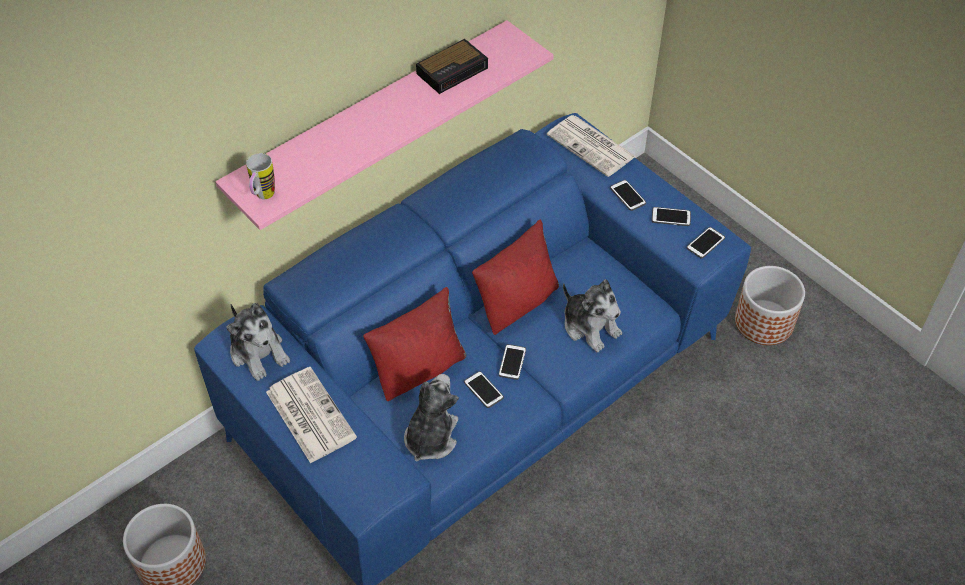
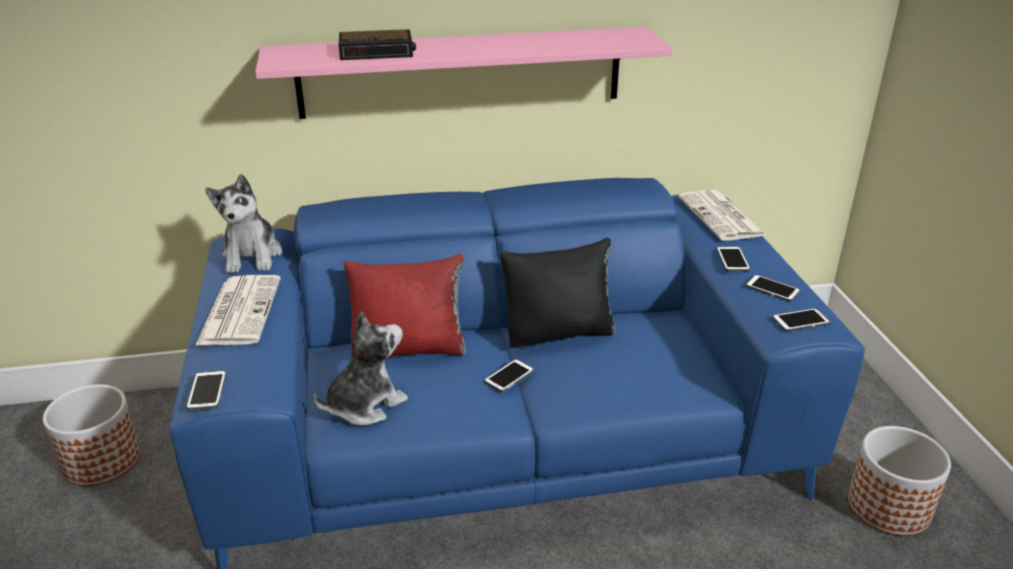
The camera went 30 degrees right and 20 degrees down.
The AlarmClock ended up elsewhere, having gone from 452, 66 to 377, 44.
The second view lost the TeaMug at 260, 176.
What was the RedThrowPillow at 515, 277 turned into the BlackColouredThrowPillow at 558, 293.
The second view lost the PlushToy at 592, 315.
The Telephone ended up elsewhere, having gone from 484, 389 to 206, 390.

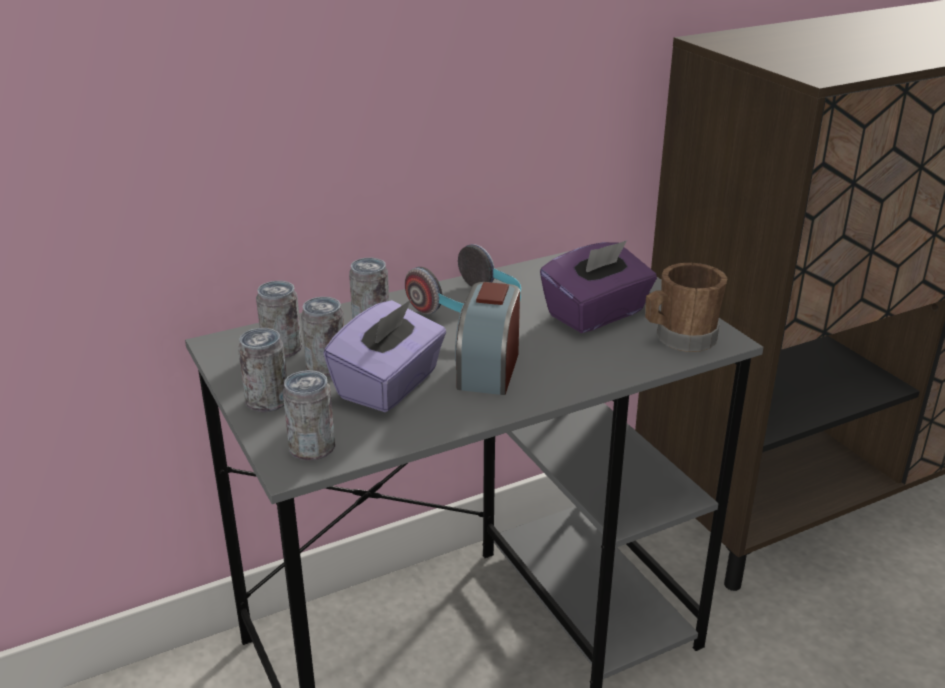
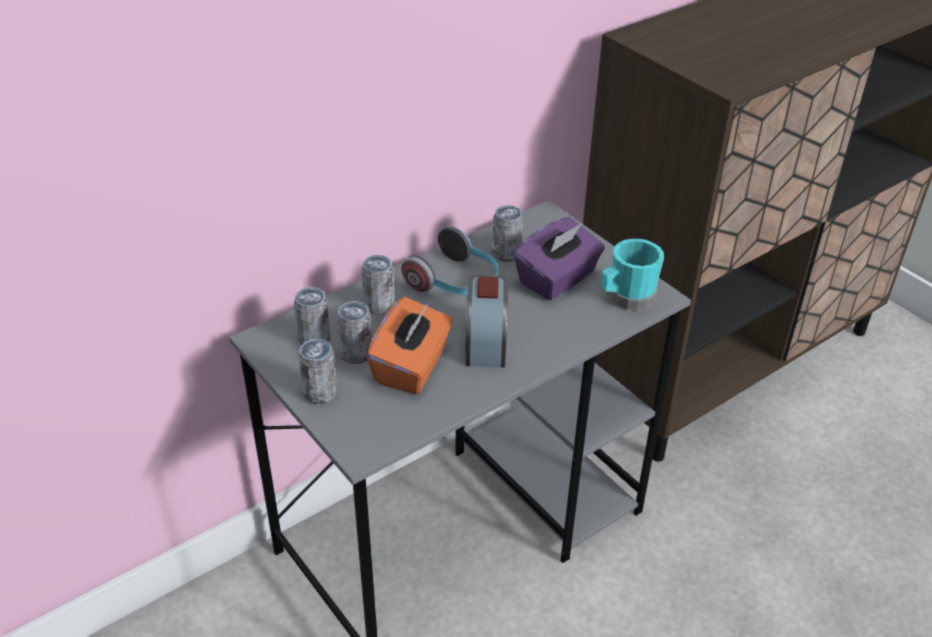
The camera went 10 degrees left and 10 degrees up.
What was the BrownColouredTeaMug at 686, 307 turned into the BlueGreenTeaMug at 632, 275.
What was the PurplishTissueHolder at 384, 355 turned into the OrangeColouredTissueHolder at 409, 345.
The Can ended up elsewhere, having gone from 309, 415 to 507, 233.

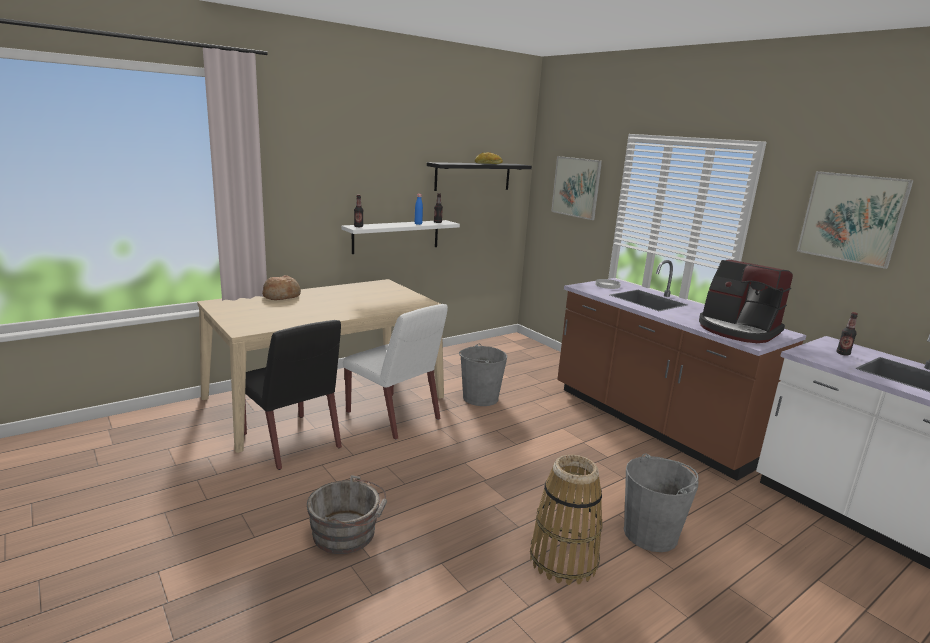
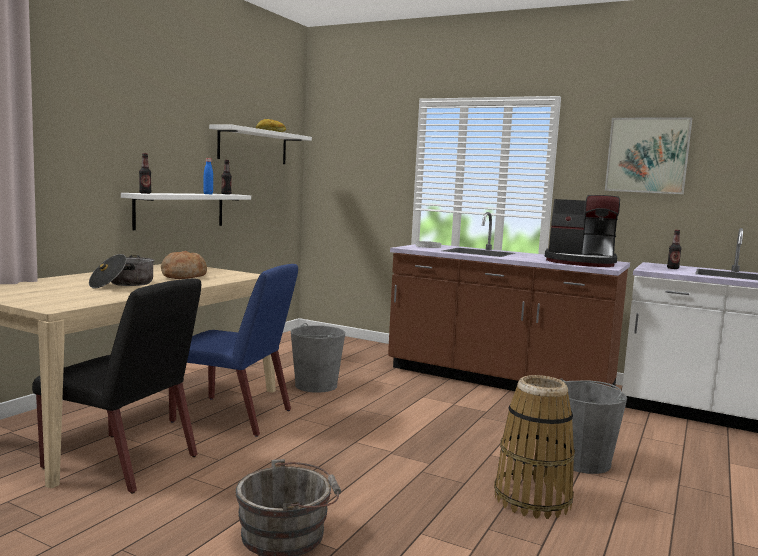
The camera went 25 degrees left and 10 degrees down.
The second view lost the WallPicture at 576, 188.
What was the BlackColouredBracketShelf at 479, 176 turned into the WhitishBracketShelf at 260, 144.
The BakedBread ended up elsewhere, having gone from 281, 287 to 184, 265.
What was the WhitishChair at 395, 372 turned into the BlueChair at 233, 350.
The second view gained the CookingPot at 122, 271.

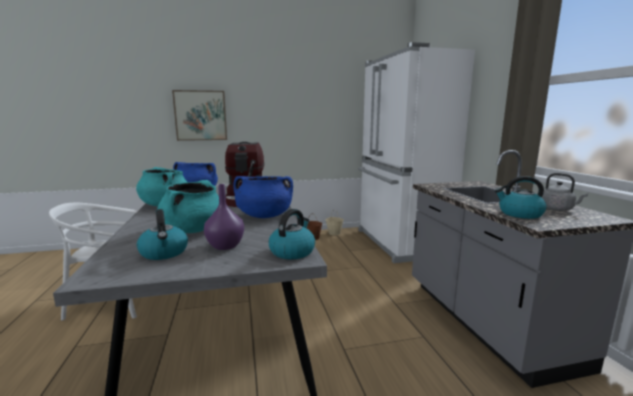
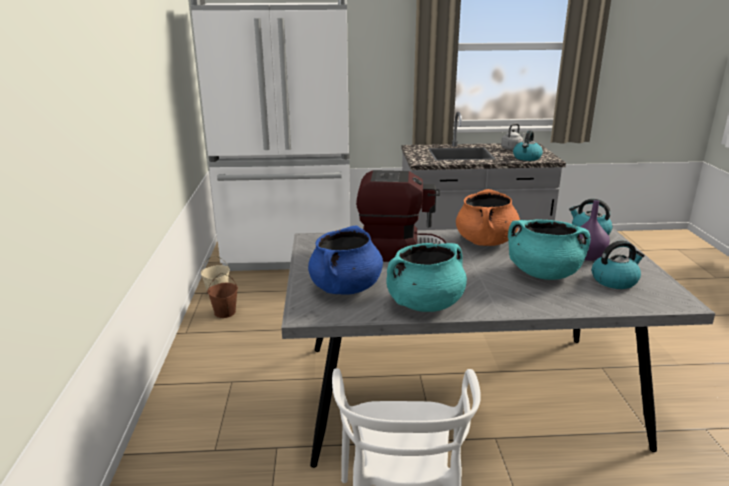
The camera went 80 degrees left and 10 degrees up.
The second view lost the WallPicture at 199, 115.
What was the BlueCookingPot at 263, 197 turned into the OrangeColouredCookingPot at 488, 217.

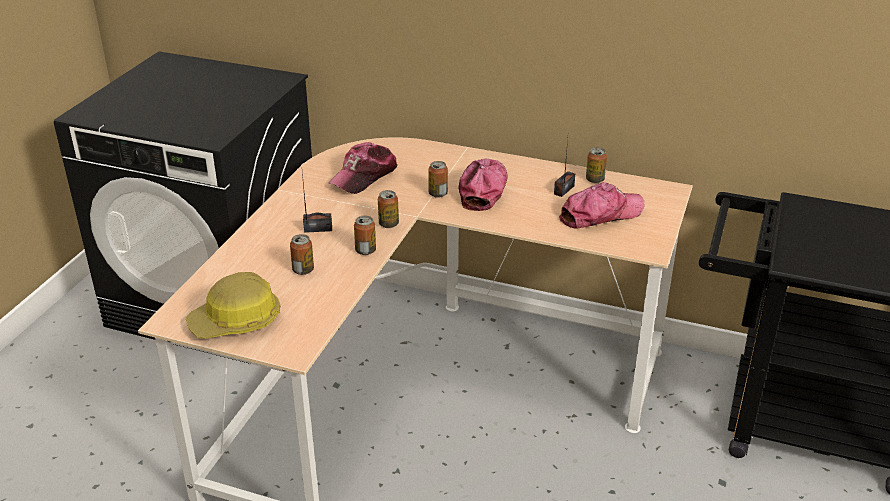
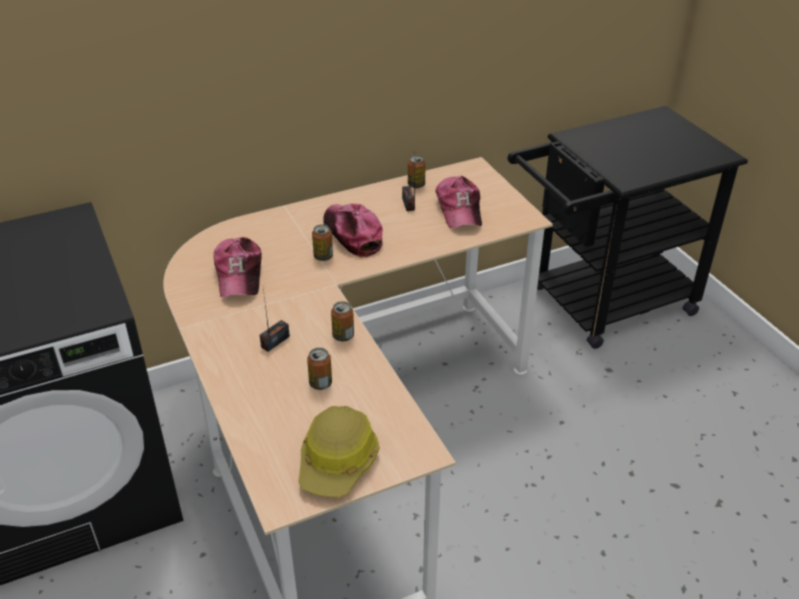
The camera went 45 degrees left and 5 degrees up.
The PeakedCap at 602, 205 ended up facing another way, 150 degrees clockwise from before.
The second view lost the Can at 388, 209.

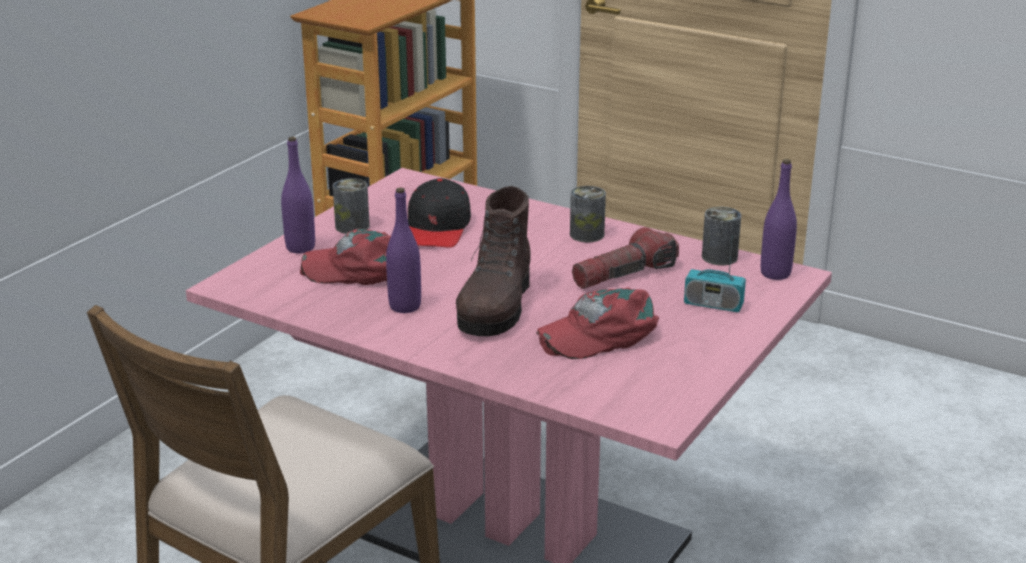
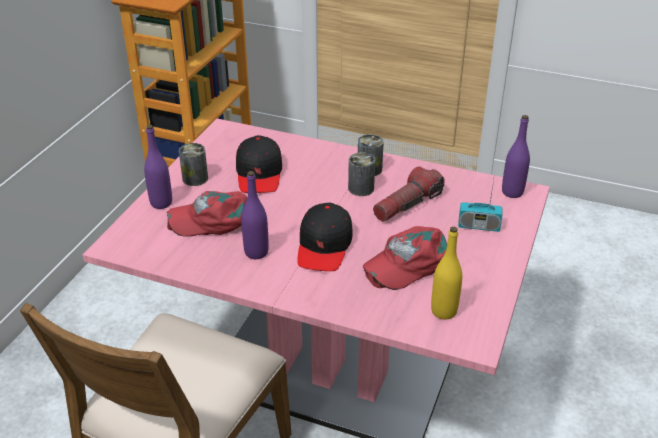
The camera went 10 degrees left and 10 degrees up.
Where the BrownColouredHighTopBoot stood at 493, 261, the BlackColouredPeakedCap came to stand at 325, 236.
The Can ended up elsewhere, having gone from 721, 236 to 361, 174.
The second view gained the YellowColouredBeverageBottle at 446, 273.

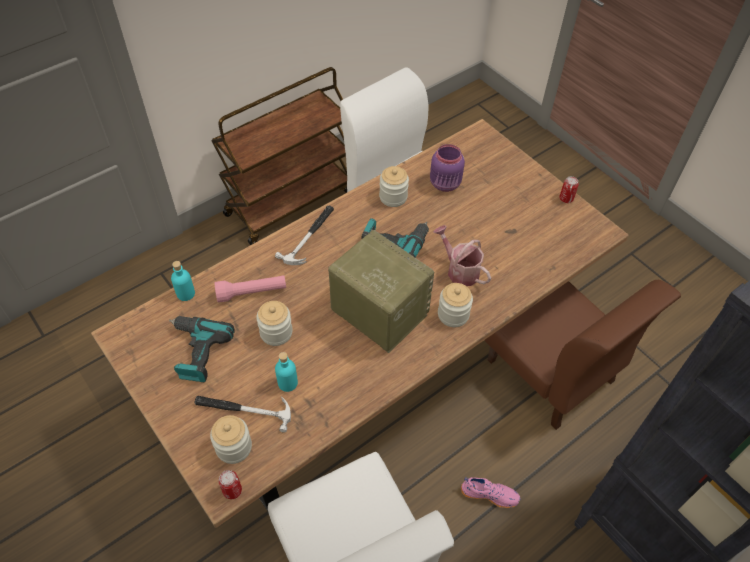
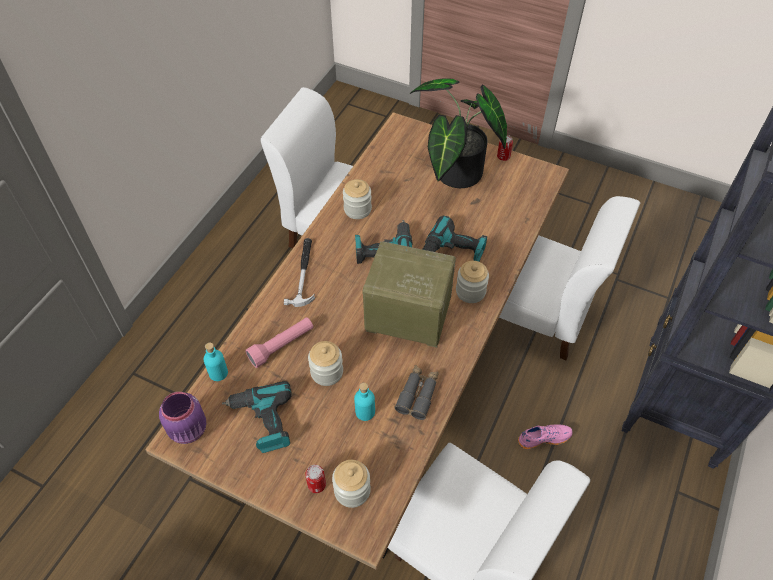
The camera went 25 degrees left and 0 degrees up.
The second view lost the BrownColouredTrolley at 279, 156.
The PurplishPreserveJar ended up elsewhere, having gone from 447, 168 to 182, 418.
Where the WateringPot stood at 462, 255, the ElectricDrill came to stand at 454, 238.
What was the BrownColouredChair at 582, 355 turned into the WhitishChair at 569, 278.
The second view lost the Hammer at 243, 414.
The Can ended up elsewhere, having gone from 230, 484 to 315, 479.
The second view gained the Houseplant at 458, 133.
The second view gained the GrayBinoculars at 417, 392.

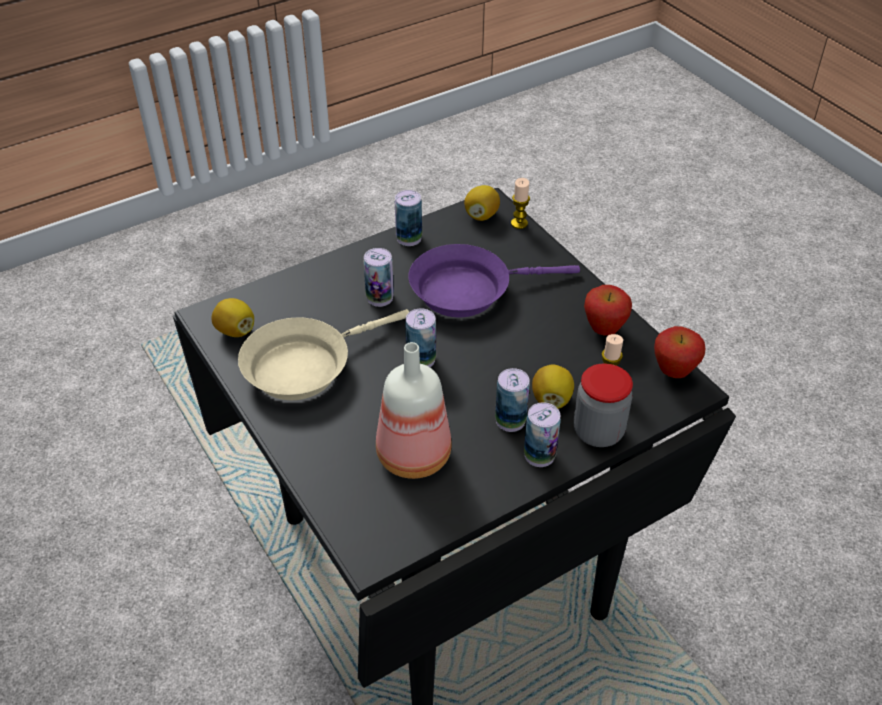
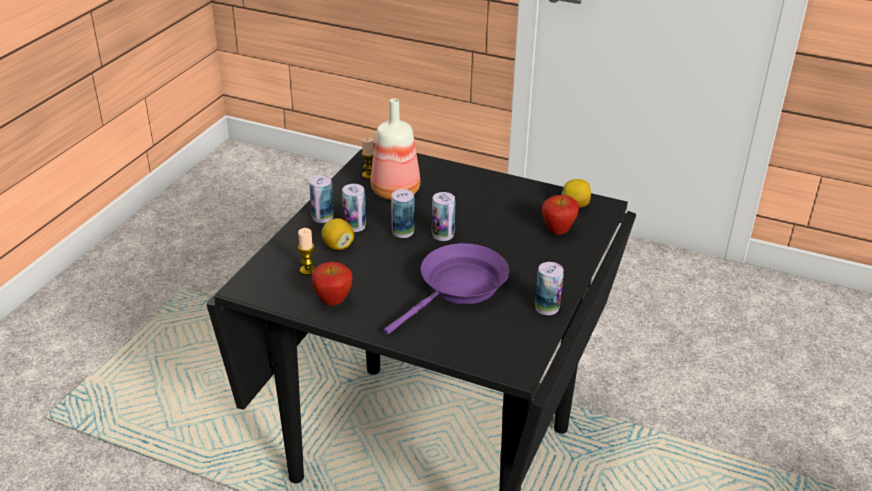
The camera went 145 degrees right and 10 degrees down.
The Candle ended up elsewhere, having gone from 520, 203 to 367, 158.
The second view lost the CitrusFruit at 482, 203.
The Can ended up elsewhere, having gone from 378, 277 to 403, 213.
The second view lost the SandColouredSkillet at 323, 354.
The AppleFruit ended up elsewhere, having gone from 680, 352 to 560, 215.
The second view lost the PreserveJar at 603, 405.

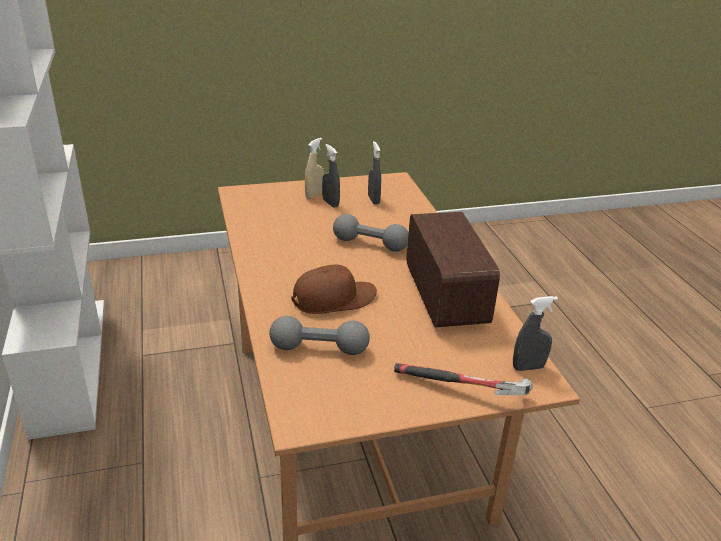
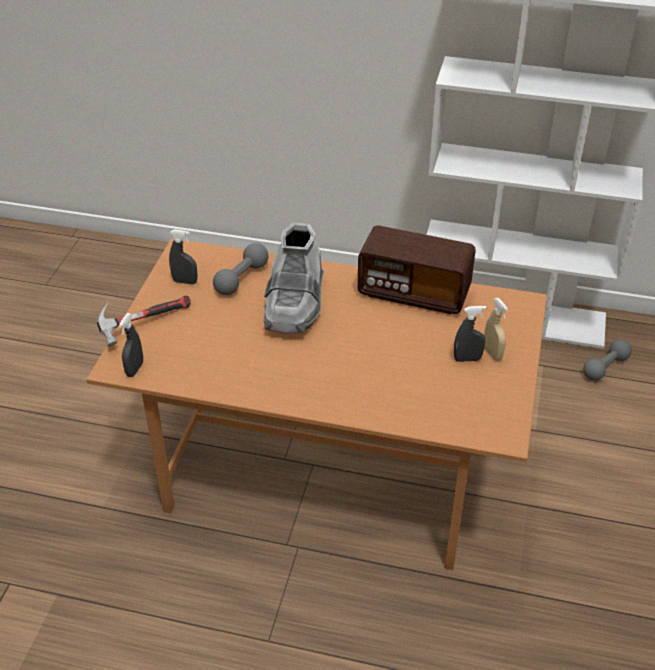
The camera went 120 degrees right and 10 degrees up.
The GraySprayer ended up elsewhere, having gone from 374, 173 to 183, 256.
The Radio ended up elsewhere, having gone from 453, 269 to 416, 270.
The GrayDumbbell ended up elsewhere, having gone from 370, 233 to 607, 360.
Where the BrownColouredPeakedCap stood at 334, 289, the GrayHighTopBoot came to stand at 293, 278.

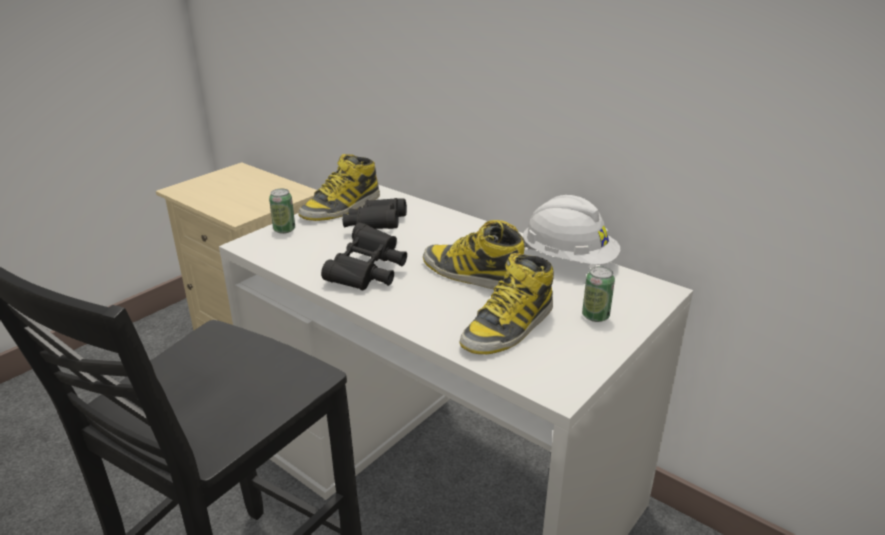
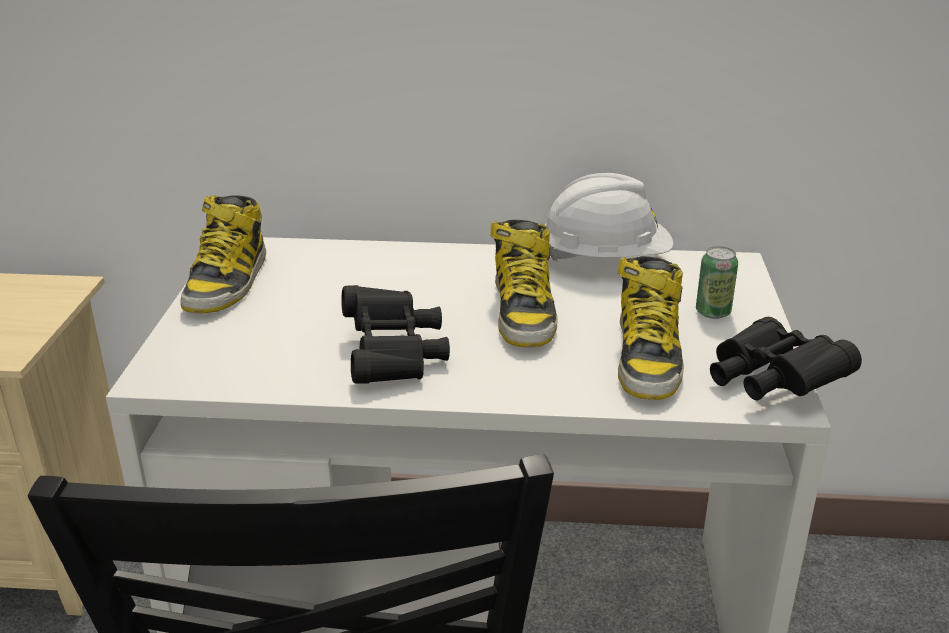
The camera went 35 degrees left and 0 degrees up.
The second view lost the Can at 282, 211.
The BlackColouredBinoculars ended up elsewhere, having gone from 374, 213 to 786, 358.
The HighTopBoot at 474, 255 ended up facing another way, 90 degrees counterclockwise from before.

